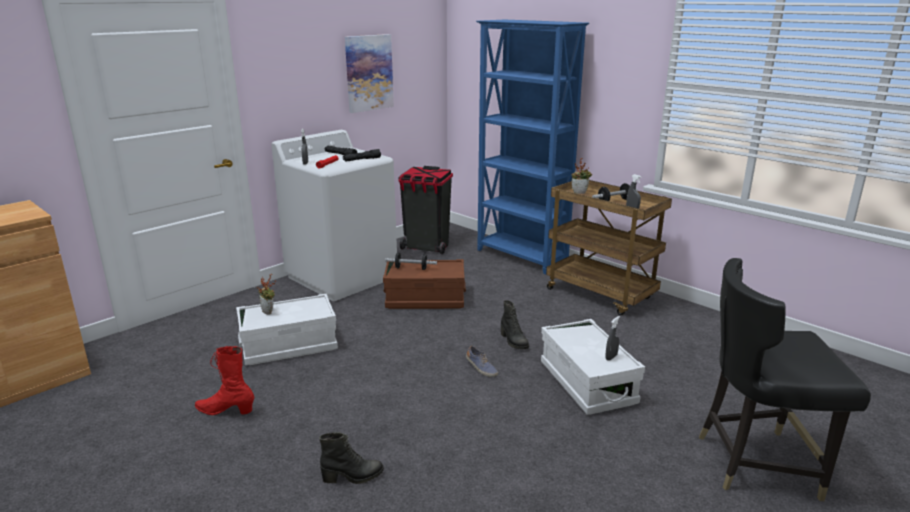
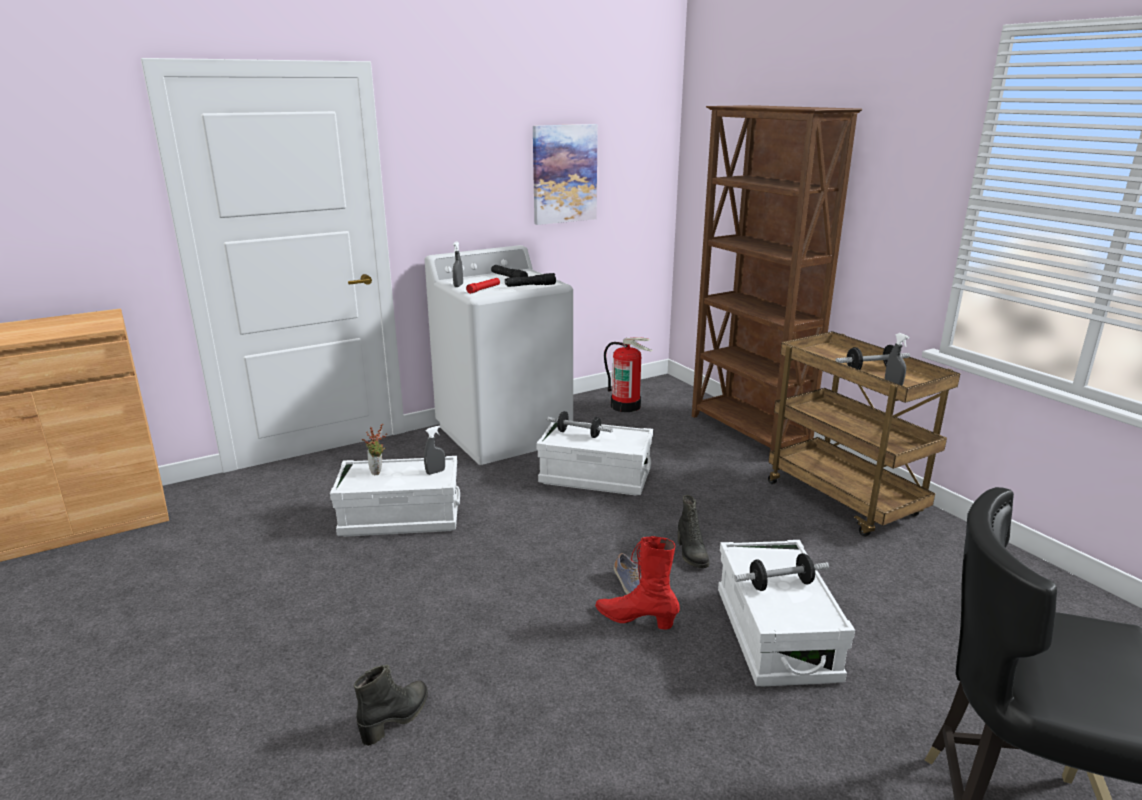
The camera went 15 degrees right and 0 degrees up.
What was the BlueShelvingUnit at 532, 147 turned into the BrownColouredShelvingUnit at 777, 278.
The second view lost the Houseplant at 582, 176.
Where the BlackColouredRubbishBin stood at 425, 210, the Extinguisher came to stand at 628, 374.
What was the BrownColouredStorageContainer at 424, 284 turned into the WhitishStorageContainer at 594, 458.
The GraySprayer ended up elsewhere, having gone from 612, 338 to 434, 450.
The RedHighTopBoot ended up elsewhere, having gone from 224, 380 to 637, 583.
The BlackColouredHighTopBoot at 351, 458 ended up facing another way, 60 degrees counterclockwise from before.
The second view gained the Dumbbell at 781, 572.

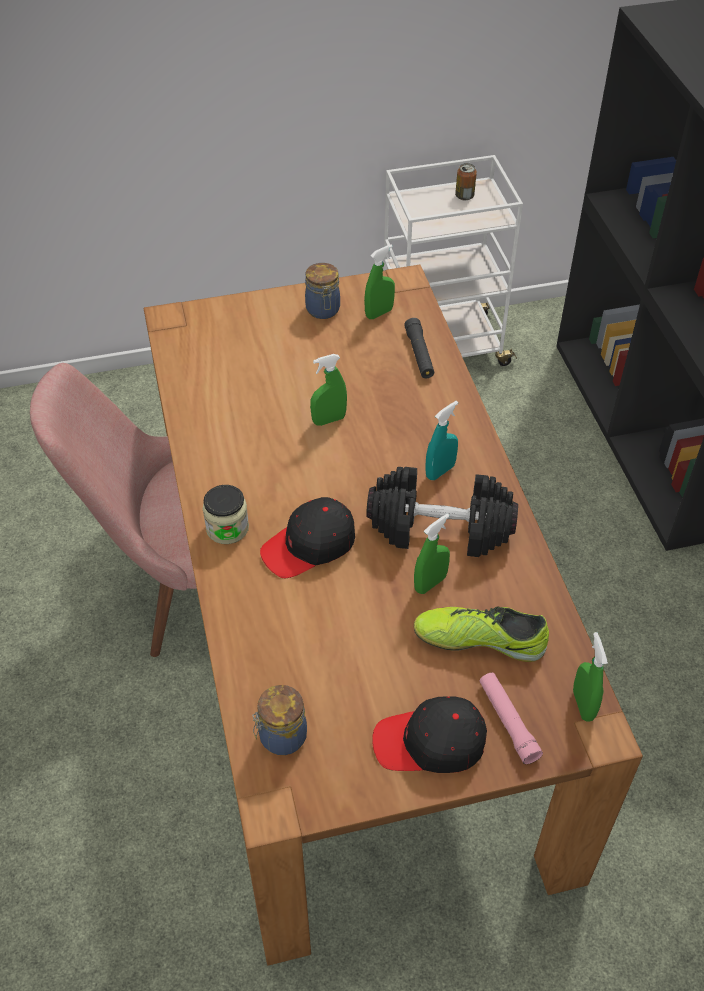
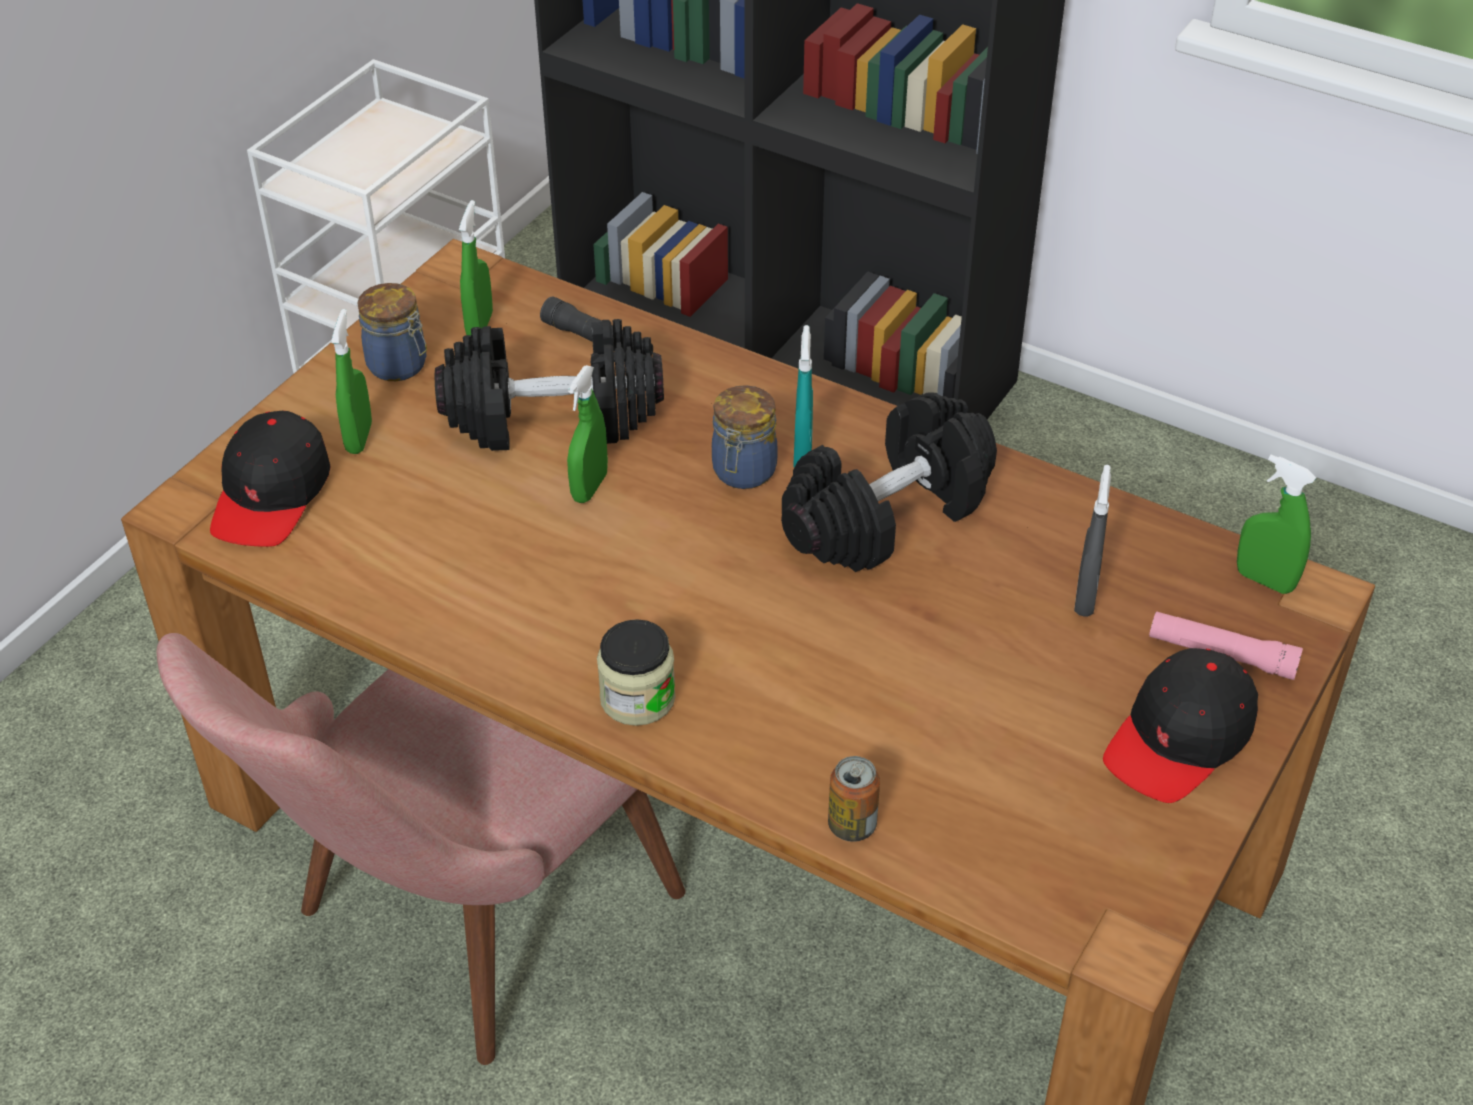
The camera went 45 degrees left and 5 degrees down.
The Can ended up elsewhere, having gone from 466, 181 to 854, 799.
The BlackColouredPeakedCap ended up elsewhere, having gone from 307, 537 to 270, 479.
The GreenishSprayer ended up elsewhere, having gone from 432, 553 to 351, 381.
Where the Shoe stood at 481, 634, the GraySprayer came to stand at 1092, 541.
The PreserveJar ended up elsewhere, having gone from 279, 720 to 745, 437.
The second view gained the BlackColouredDumbbell at 549, 385.

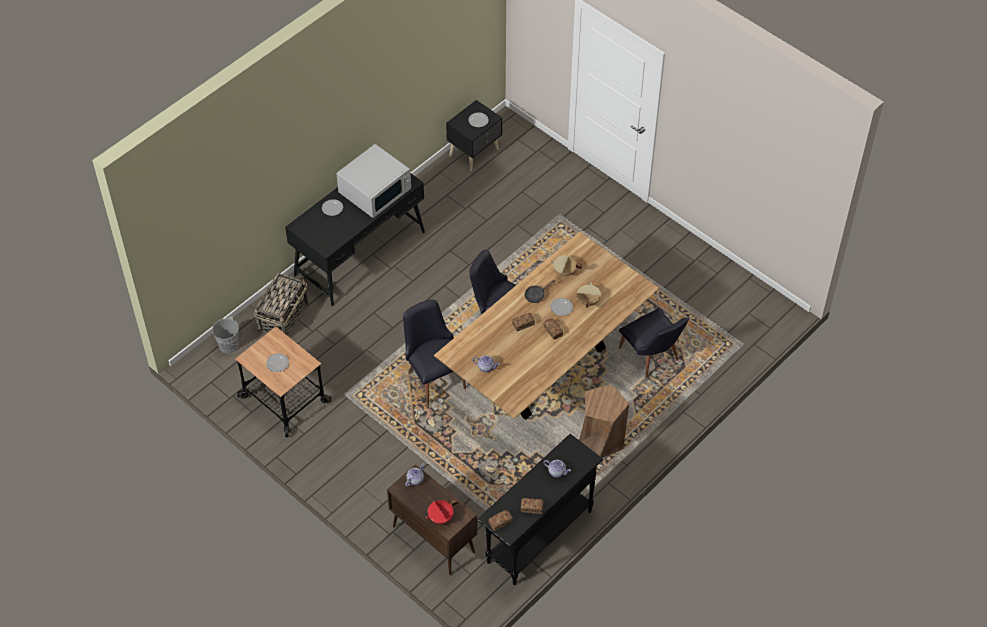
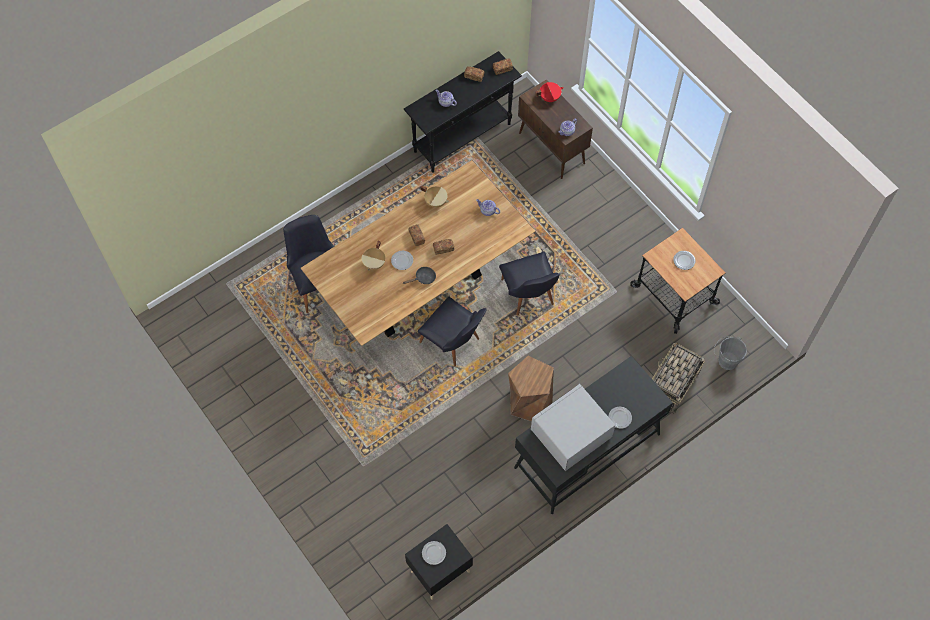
The camera went 170 degrees left and 10 degrees up.
The SandColouredCookingPot ended up elsewhere, having gone from 566, 265 to 434, 196.
The BrownColouredSittingStool ended up elsewhere, having gone from 604, 421 to 531, 388.

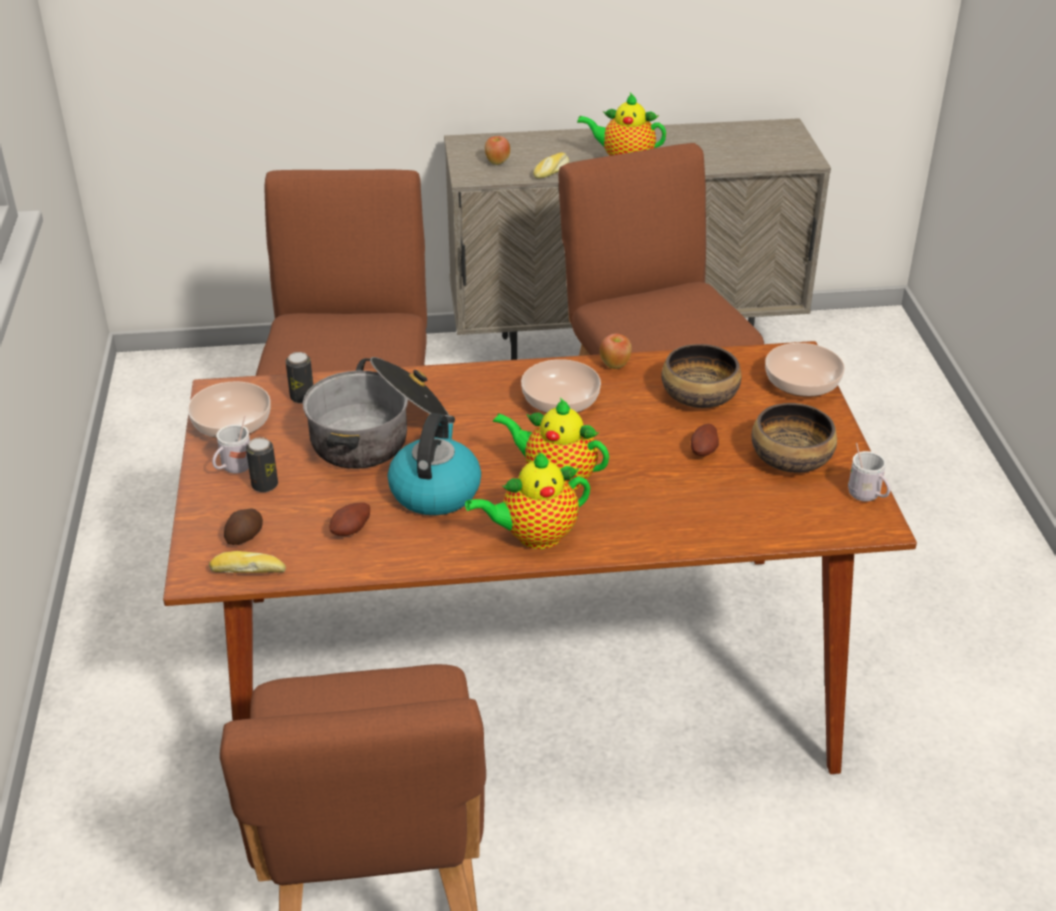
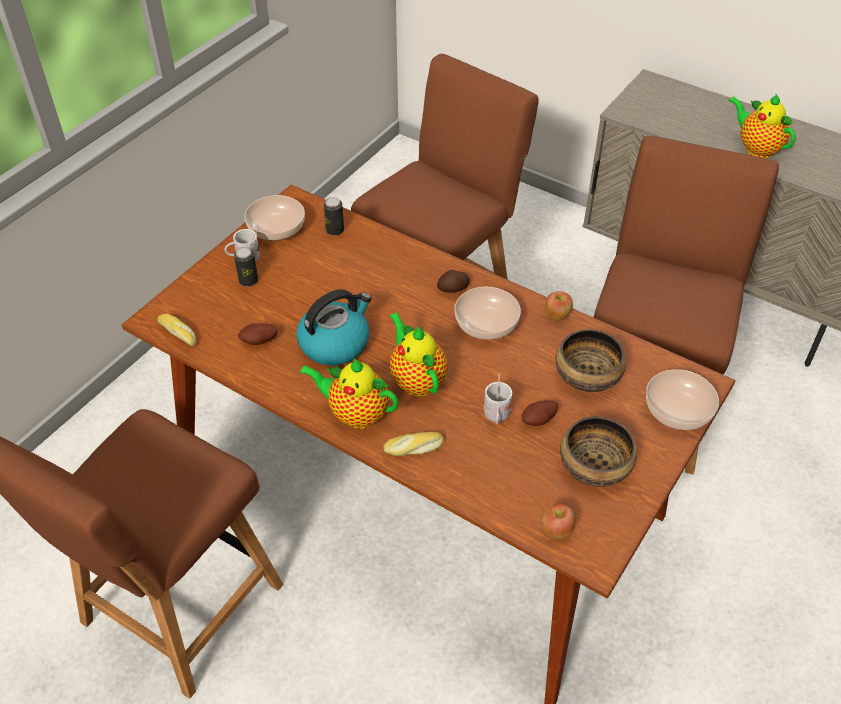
The camera went 40 degrees right and 10 degrees up.
The AppleFruit ended up elsewhere, having gone from 497, 150 to 559, 521.
The BakedBread ended up elsewhere, having gone from 551, 166 to 413, 444.
The second view lost the CookingPot at 376, 413.
The WhitishTeaMug ended up elsewhere, having gone from 869, 472 to 498, 399.
The Potato ended up elsewhere, having gone from 243, 526 to 453, 281.

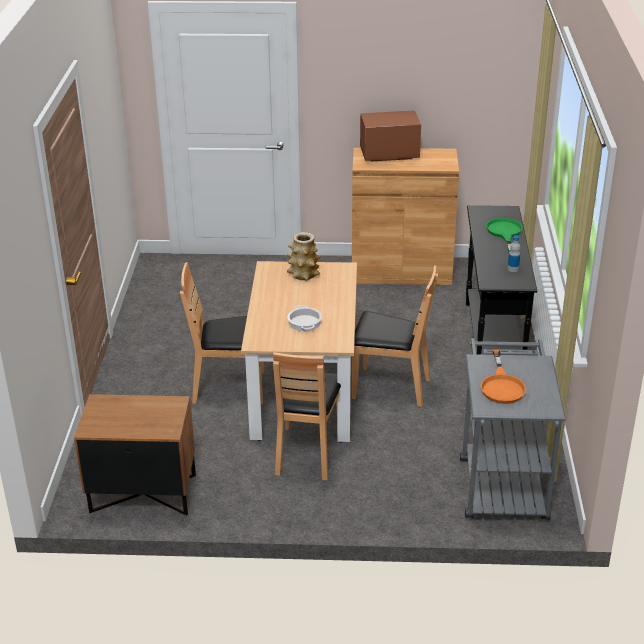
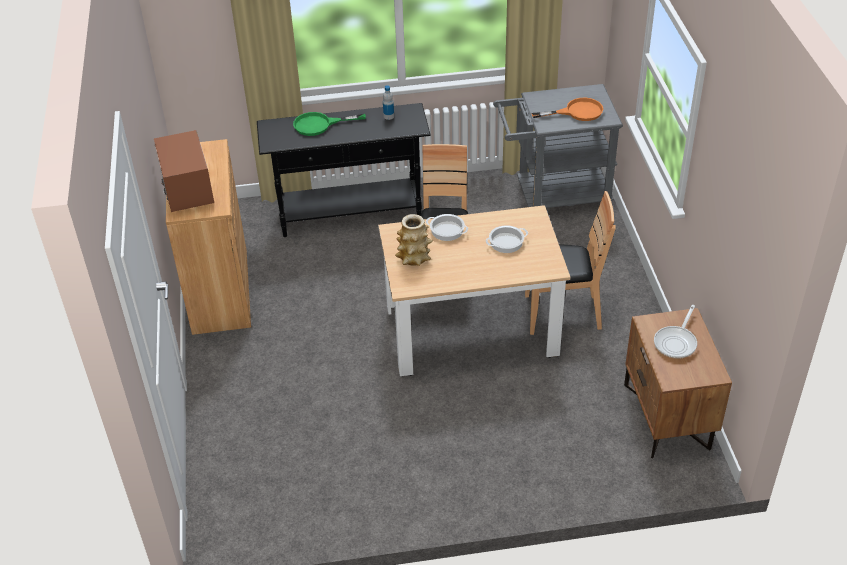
The camera went 100 degrees left and 10 degrees up.
The second view lost the BrownColouredChair at 222, 333.
The second view gained the CookingPot at 447, 227.
The second view gained the Skillet at 675, 332.

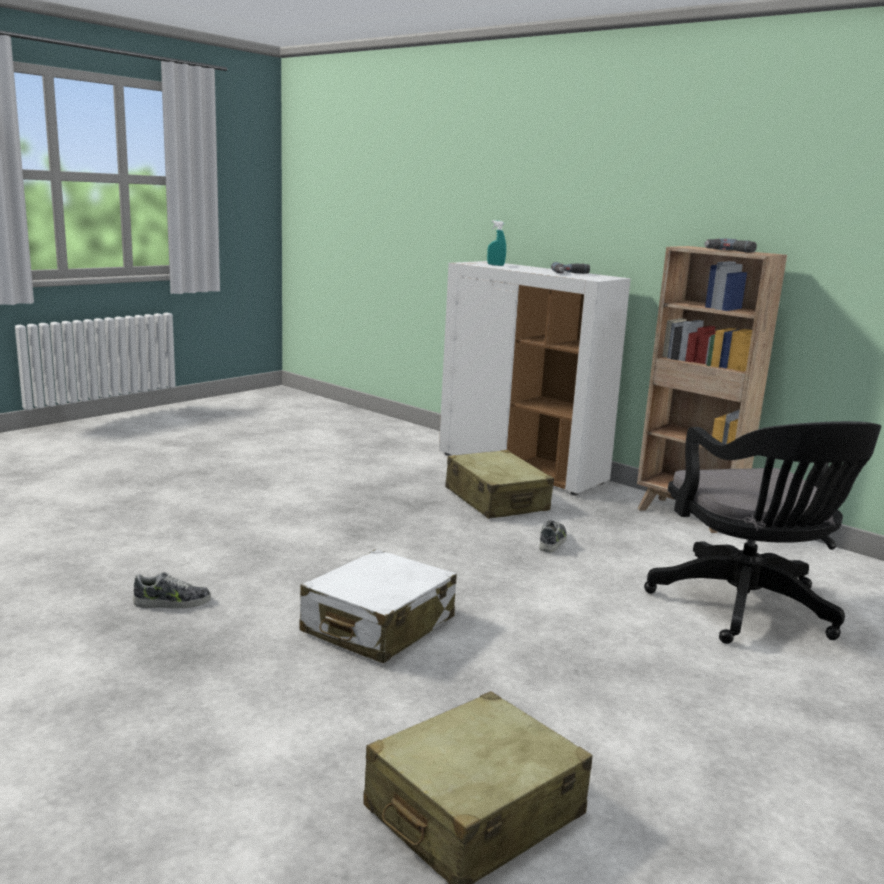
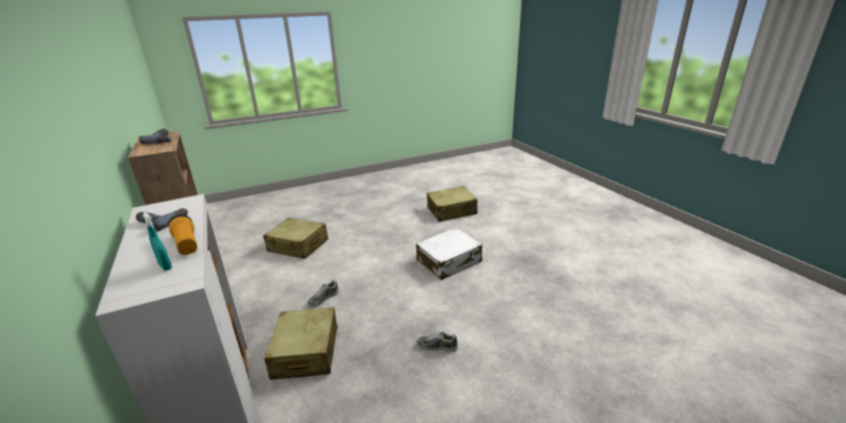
The camera went 155 degrees left and 10 degrees up.
Where the BlackColouredDeskChair stood at 762, 532, the SandColouredPieceOfLuggage came to stand at 295, 238.
The Shoe ended up elsewhere, having gone from 172, 590 to 437, 342.
The second view gained the Flashlight at 182, 234.

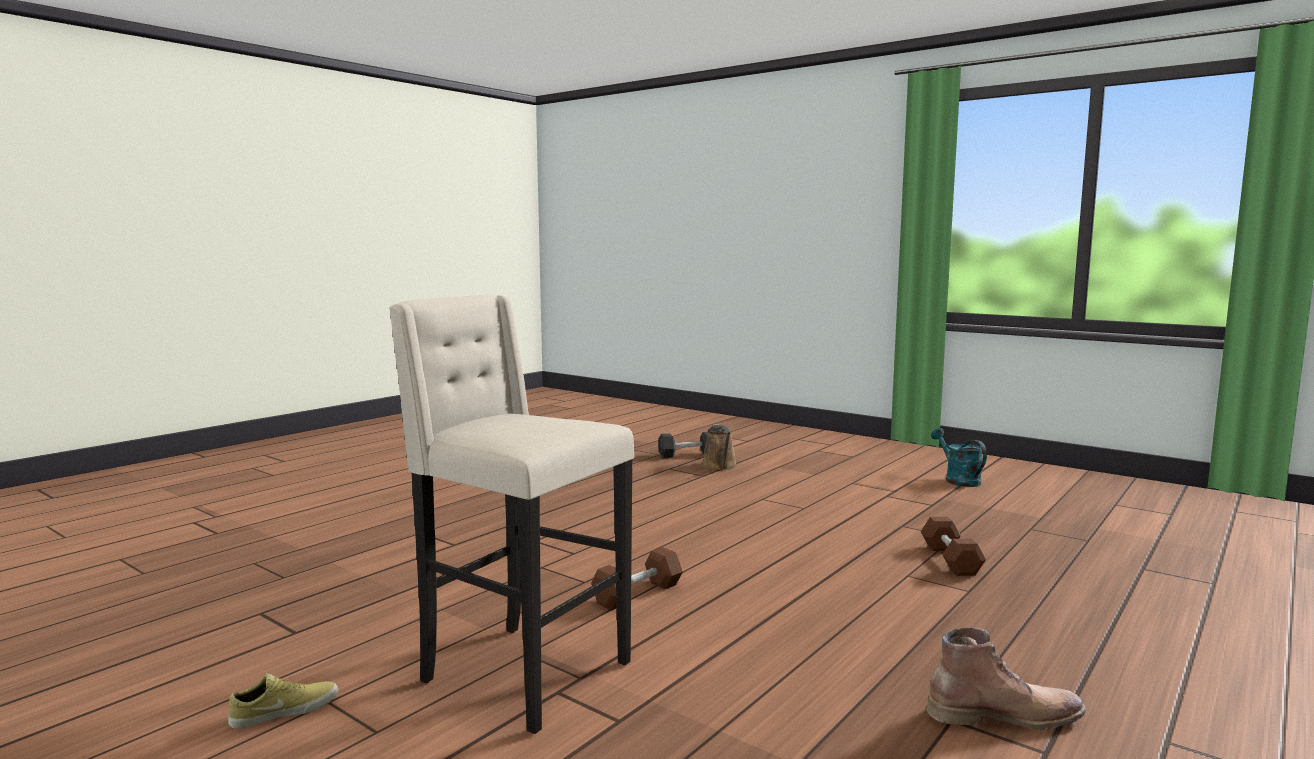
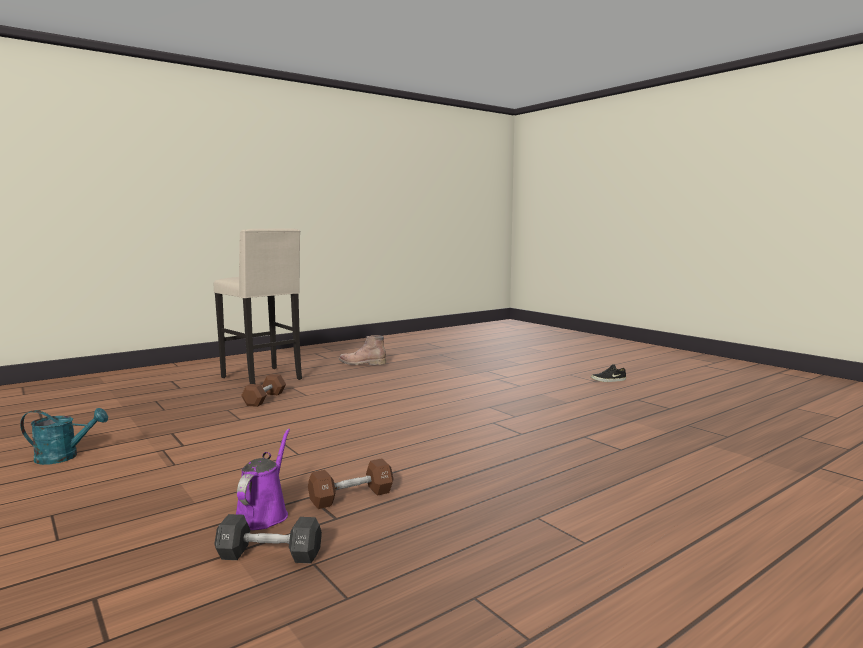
The camera went 165 degrees left and 0 degrees up.
The SandColouredSittingStool ended up elsewhere, having gone from 511, 514 to 258, 306.
What was the BrownColouredWateringPot at 719, 447 turned into the PurplishWateringPot at 263, 479.
The BlueGreenWateringPot at 959, 457 ended up facing another way, 90 degrees counterclockwise from before.
The BrownColouredDumbbell ended up elsewhere, having gone from 637, 578 to 351, 483.
What was the SandColouredShoe at 283, 700 turned into the BlackColouredShoe at 608, 373.

